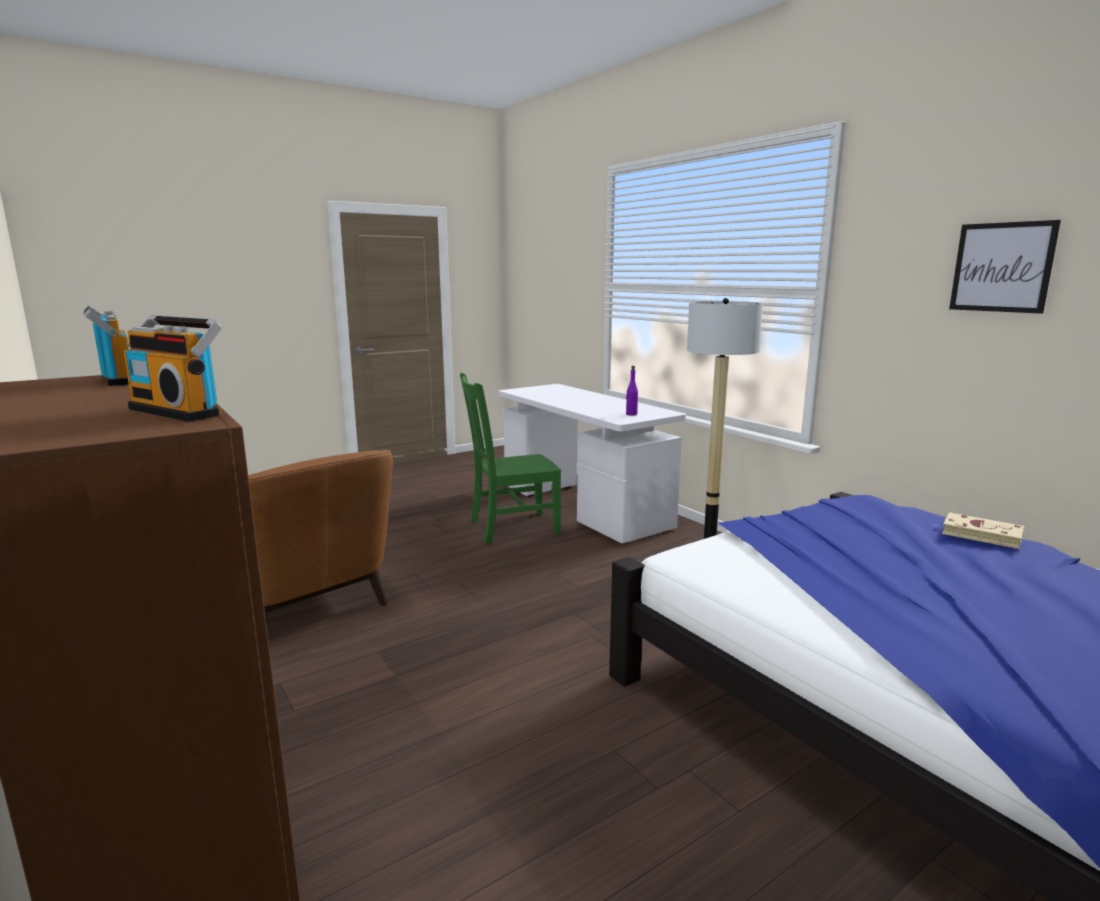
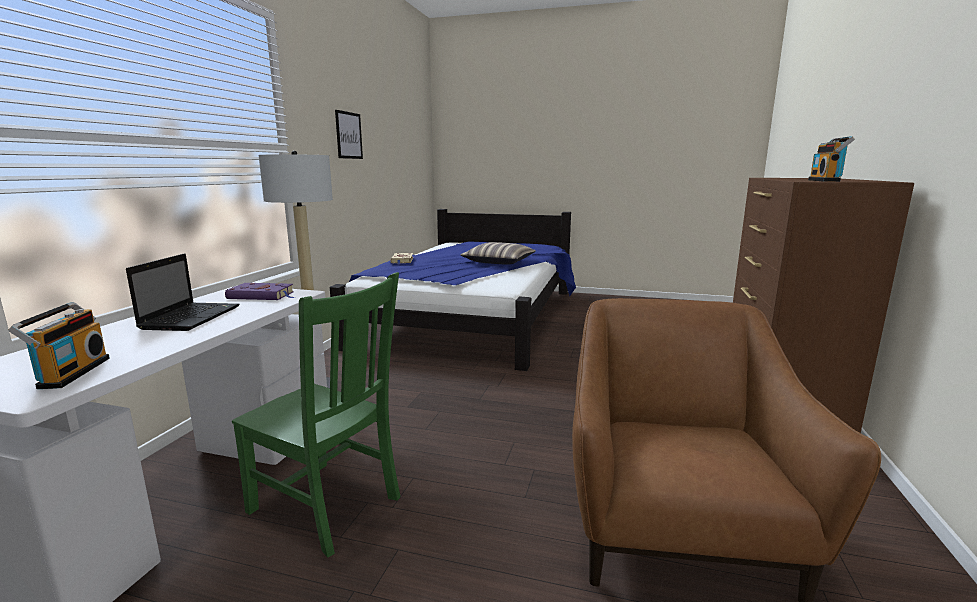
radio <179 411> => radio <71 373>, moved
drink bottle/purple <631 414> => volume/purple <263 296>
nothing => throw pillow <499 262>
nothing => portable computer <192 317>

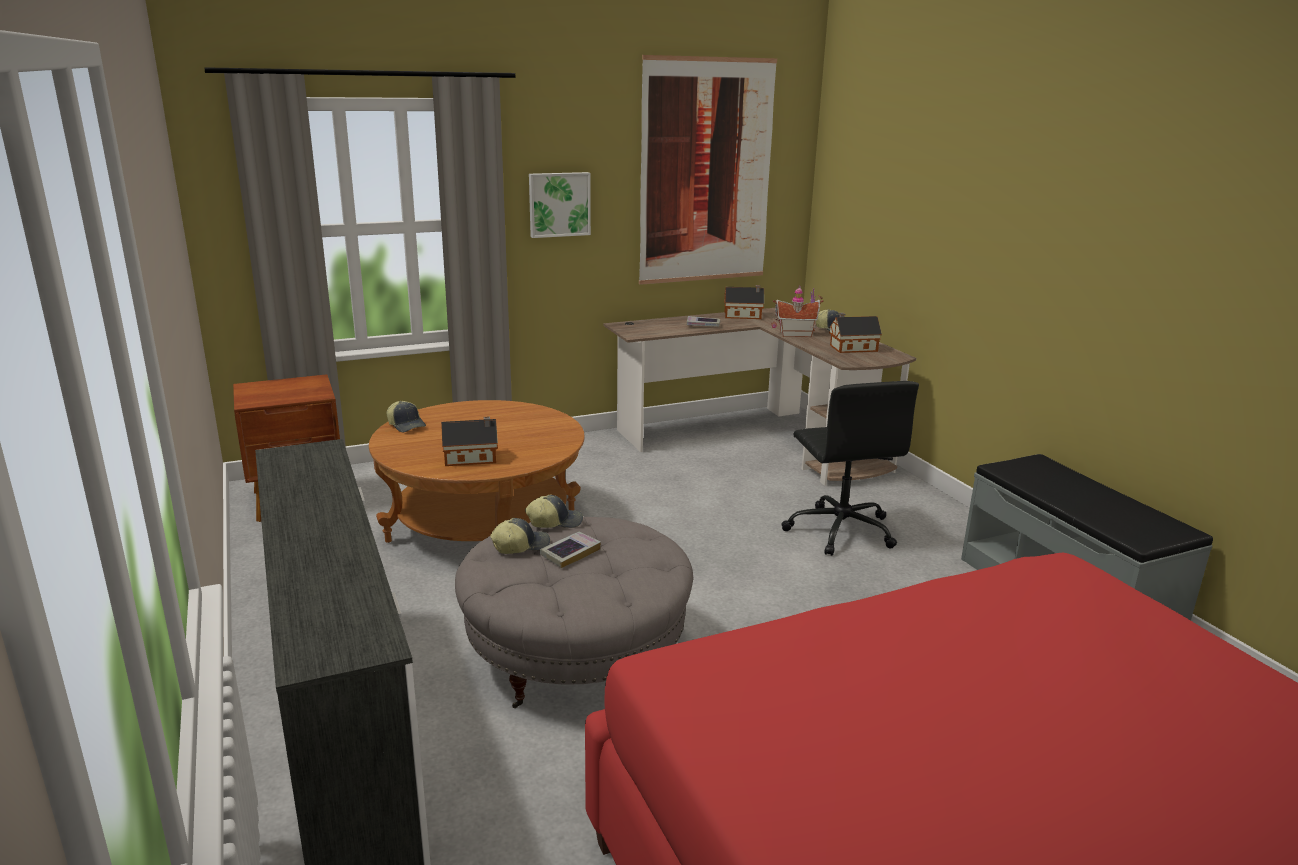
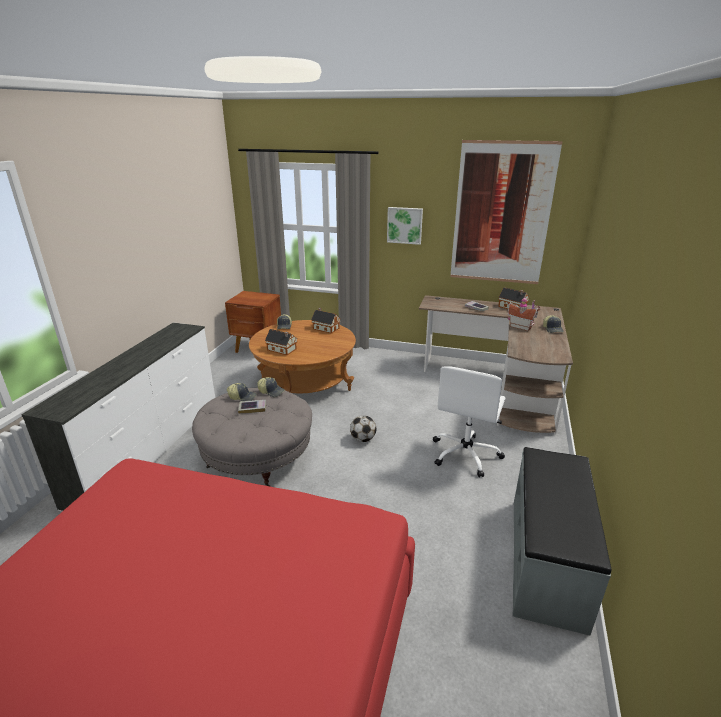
model house <851 348> => model house <325 328>, moved
desk chair/black <840 530> => desk chair/whitish <465 454>
nothing => football <363 439>

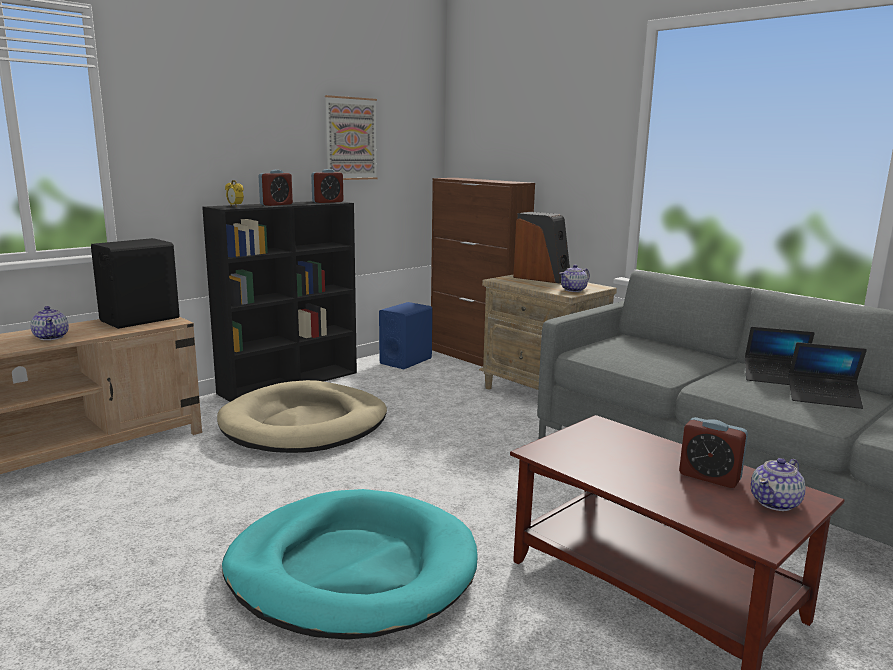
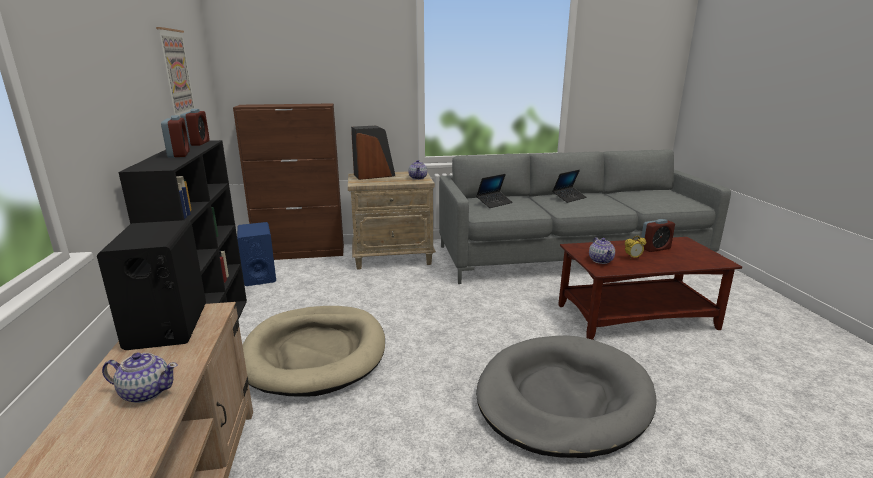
bedside clock <235 206> => bedside clock <633 258>, moved
portable computer <823 398> => portable computer <494 203>, moved
teapot <775 503> => teapot <601 260>, moved
dog cushion/blue-green <352 569> => dog cushion/gray <562 398>

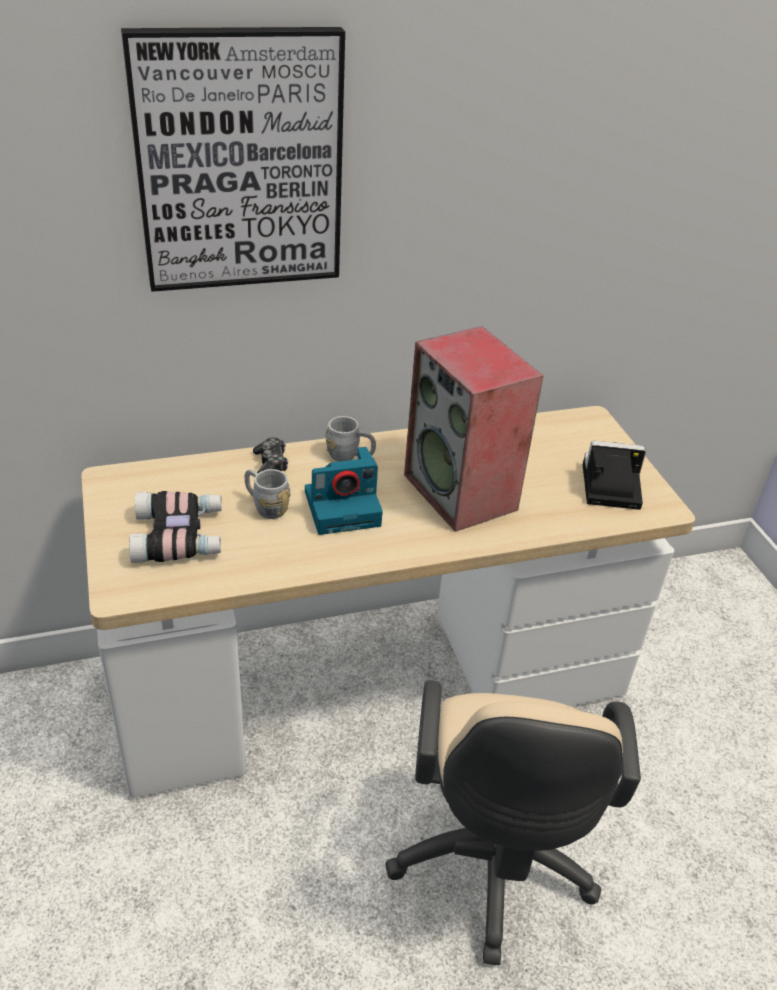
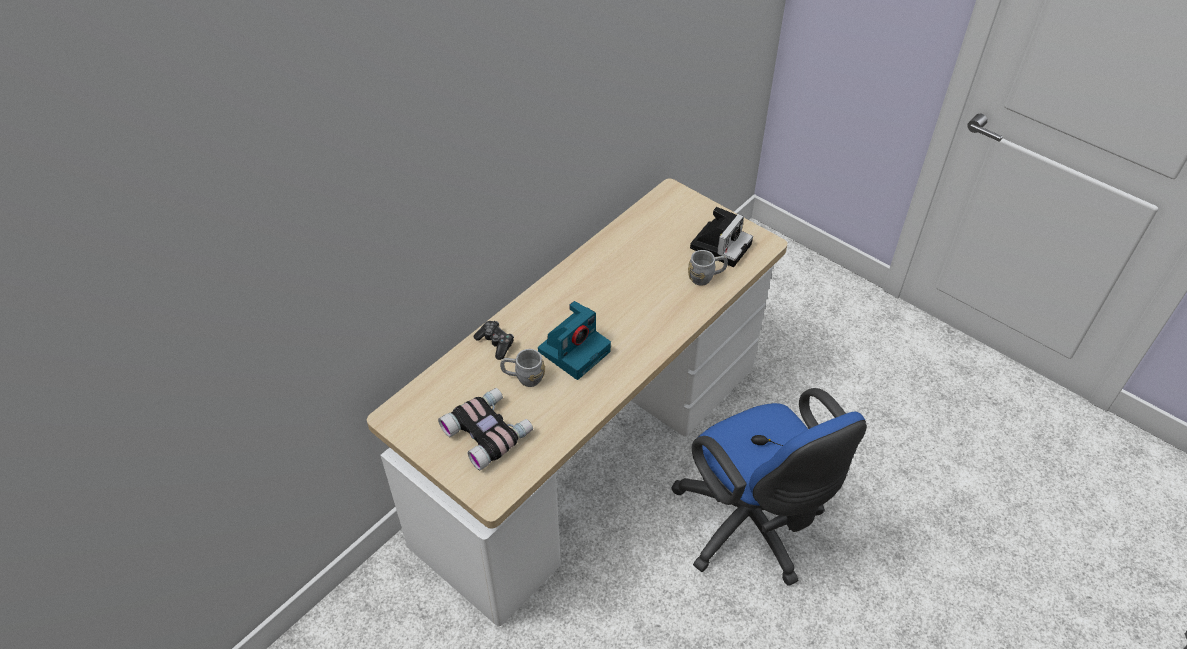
wall art <240 162> => nothing
speaker <462 493> => nothing
coffee mug/gray <350 456> => coffee mug/gray <706 277>, moved
photo camera <607 486> => photo camera <721 244>, 150 degrees clockwise
desk chair/beige <491 867> => desk chair/blue <751 527>

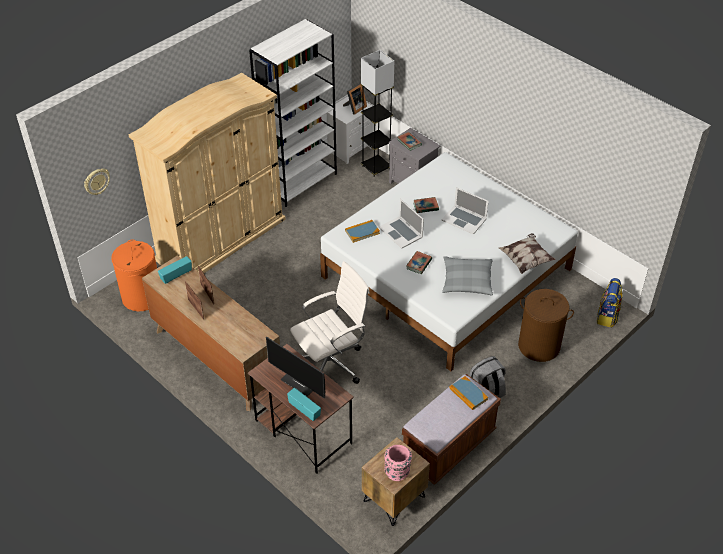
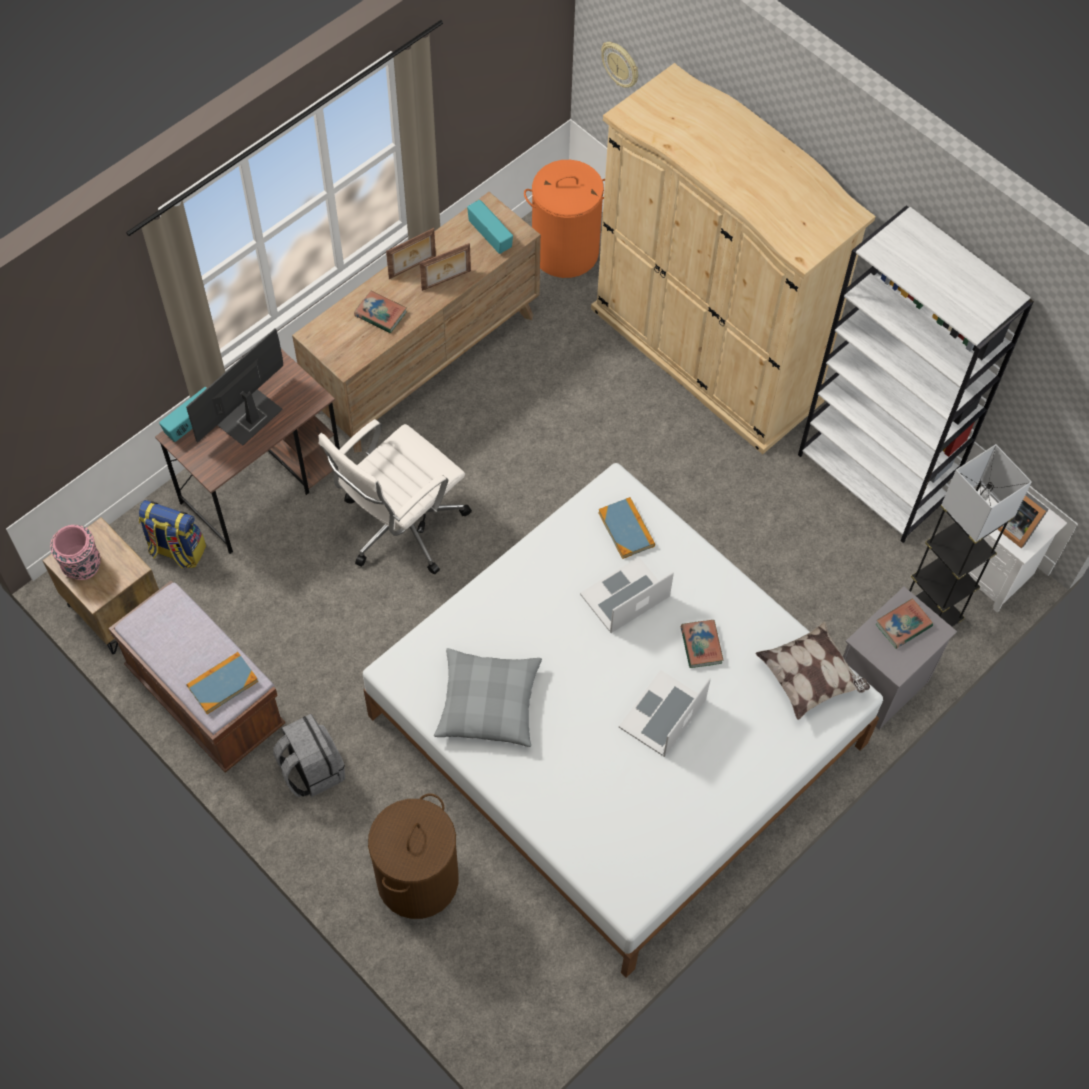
throw pillow <526 260> => throw pillow <810 678>, moved
volume <419 264> => volume <380 314>, moved
desk chair/whitish <331 363> => desk chair/whitish <400 526>, 75 degrees clockwise
backpack <607 316> => backpack <176 550>, moved

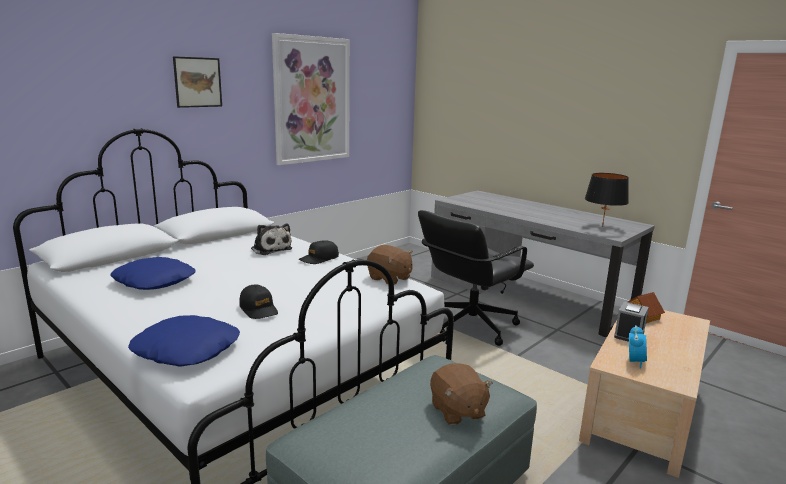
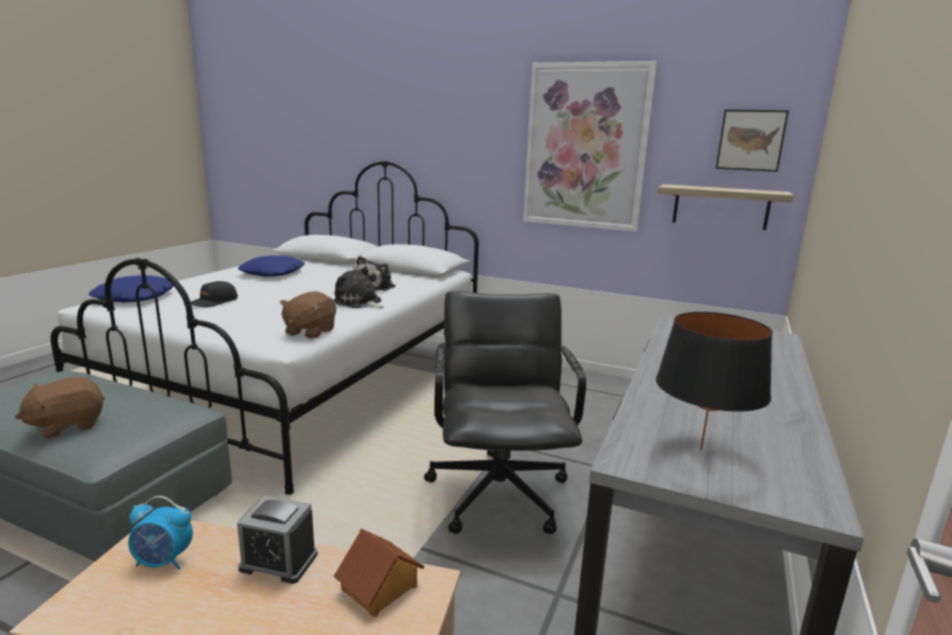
wall art <198 82> => wall art <751 140>, moved
desk chair/black <470 325> => desk chair/black <499 493>, 60 degrees clockwise
cap/black <319 259> => soft toy <359 303>
nothing => bracket shelf <720 207>

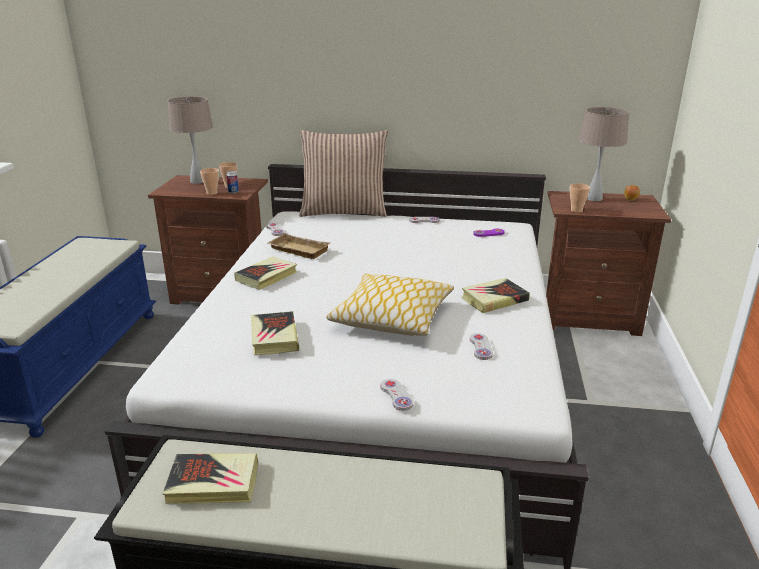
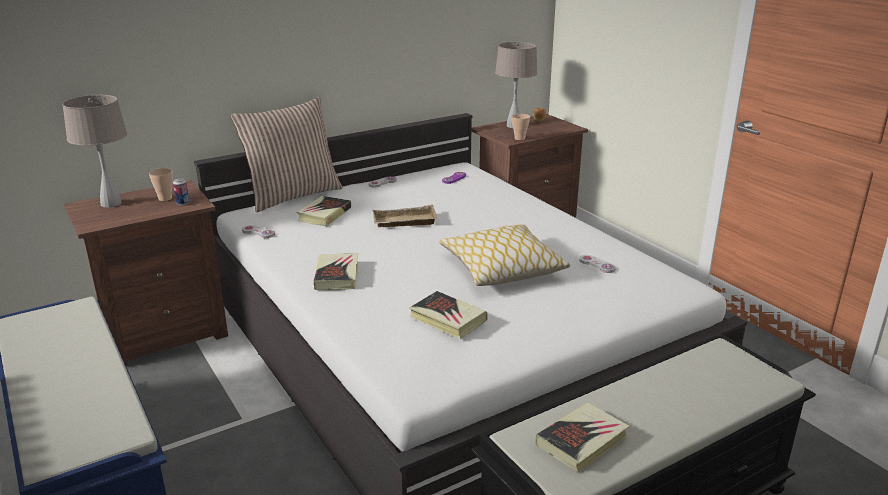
cup <212 193> => nothing
carrying tray/beige <297 250> => carrying tray/beige <403 222>, moved
volume <494 299> => volume <324 214>, moved
gamepad/whitish <396 396> => nothing

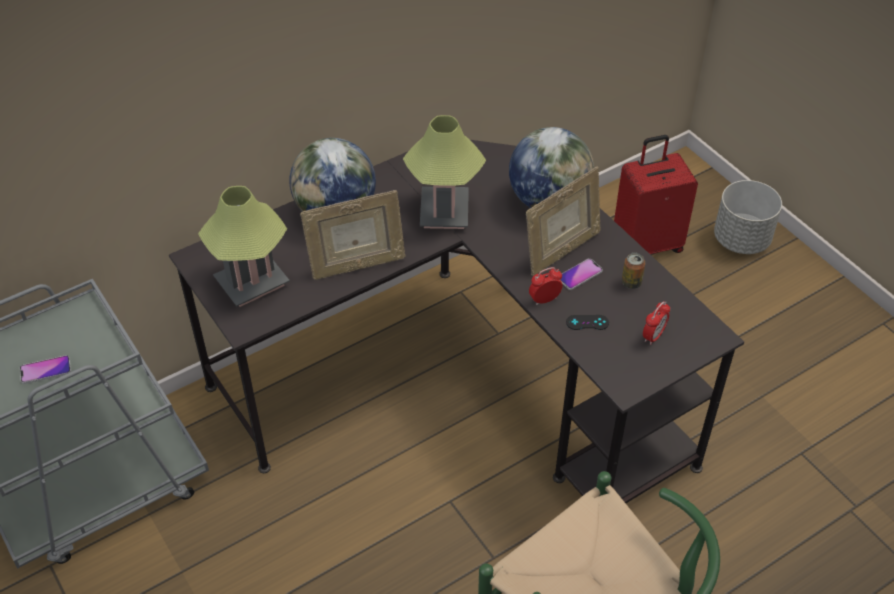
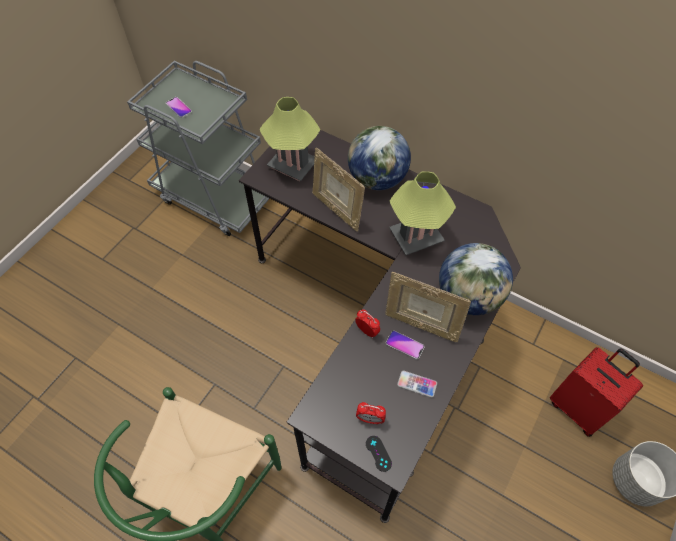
can <631 283> => telephone <417 384>
gamepad/black <587 322> => gamepad/black <378 453>, moved

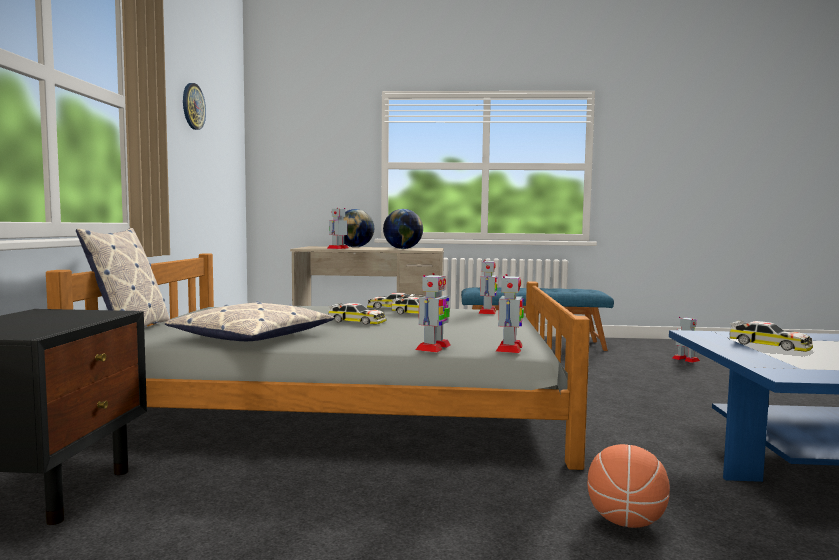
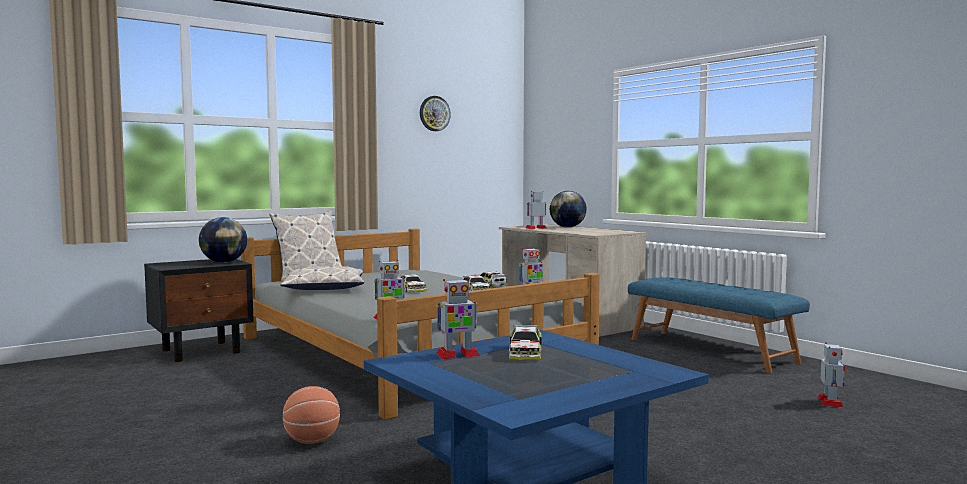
desk globe <402 249> => desk globe <224 262>, moved
robot figure <433 348> => robot figure <457 355>, moved

